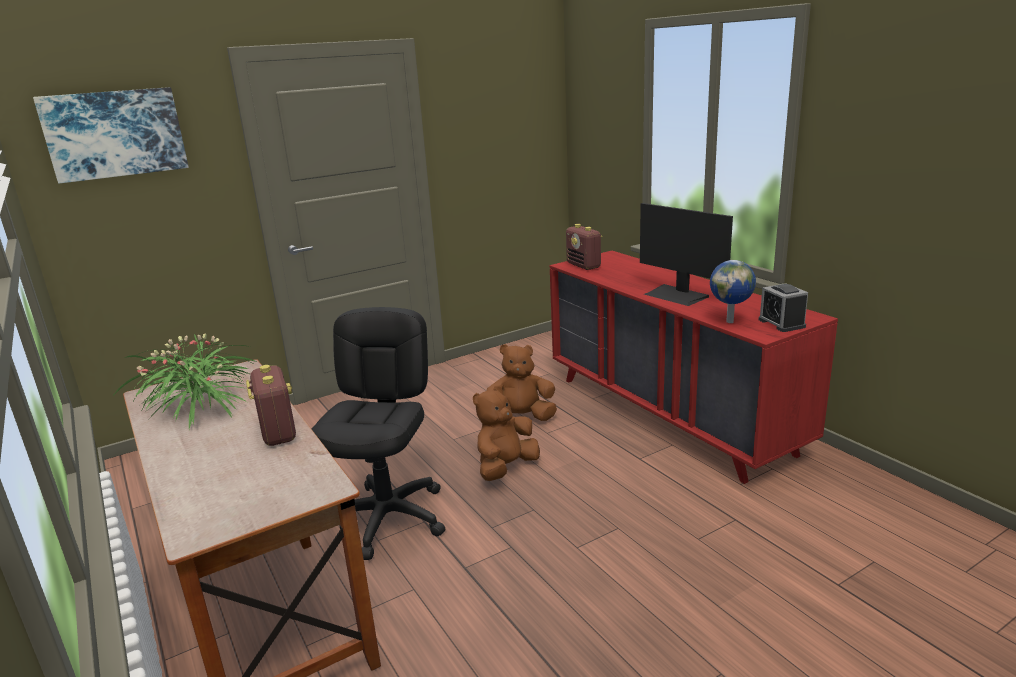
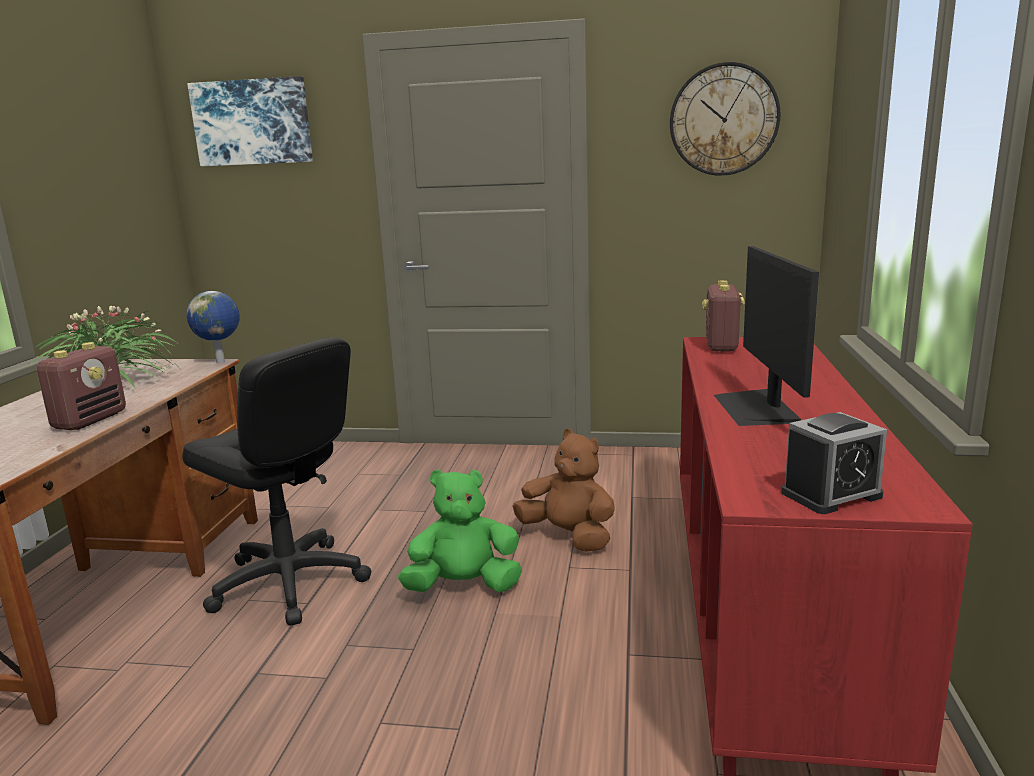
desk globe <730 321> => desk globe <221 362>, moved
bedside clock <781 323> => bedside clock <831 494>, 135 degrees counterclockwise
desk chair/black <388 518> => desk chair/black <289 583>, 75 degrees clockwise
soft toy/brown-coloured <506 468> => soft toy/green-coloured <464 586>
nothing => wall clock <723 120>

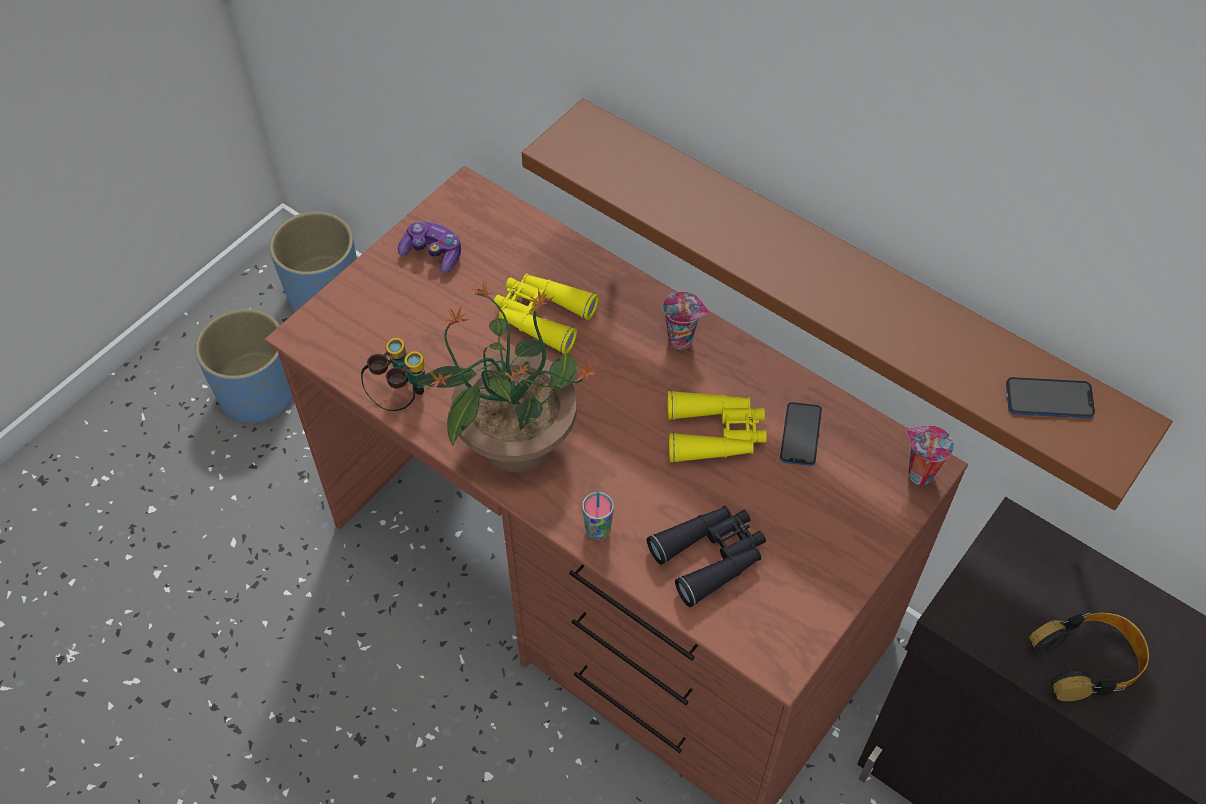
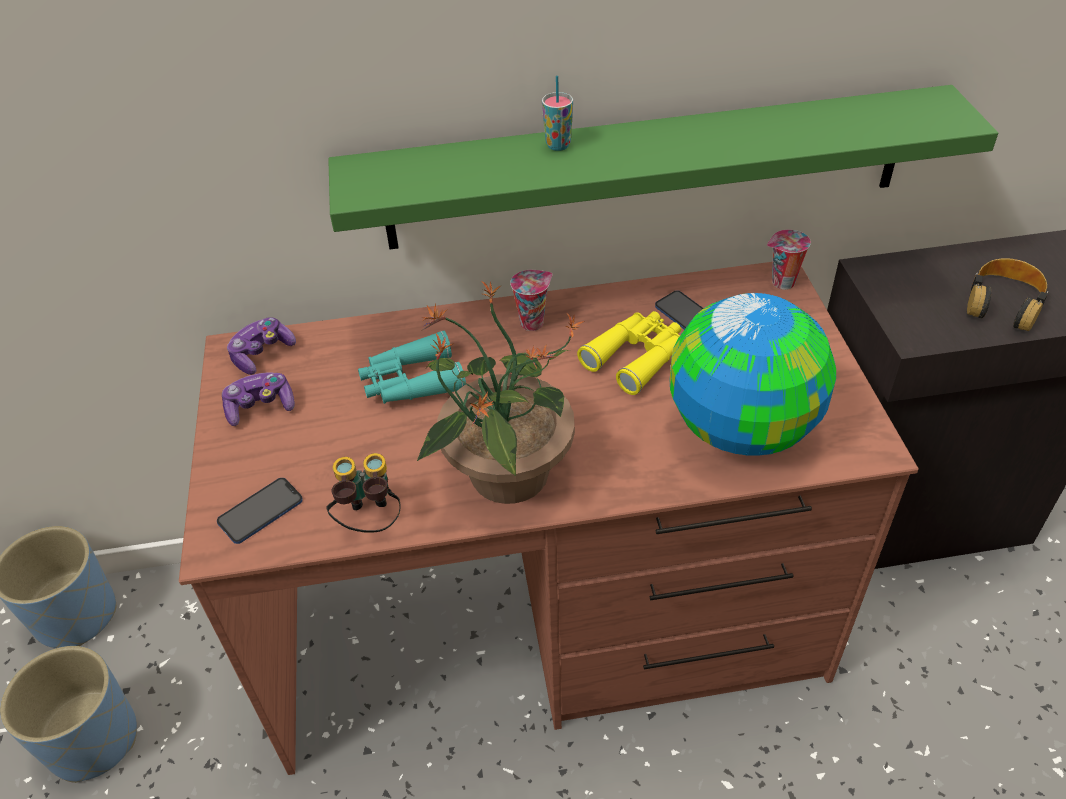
bracket shelf/brown-coloured <843 284> => bracket shelf/green-coloured <646 169>
field glasses/yellow <542 316> => field glasses/blue-green <411 382>
telephone <1049 399> => telephone <261 512>, moved
cup <598 530> => cup <558 145>, moved
field glasses/black <710 556> => desk globe <742 428>
nothing => gamepad <262 354>

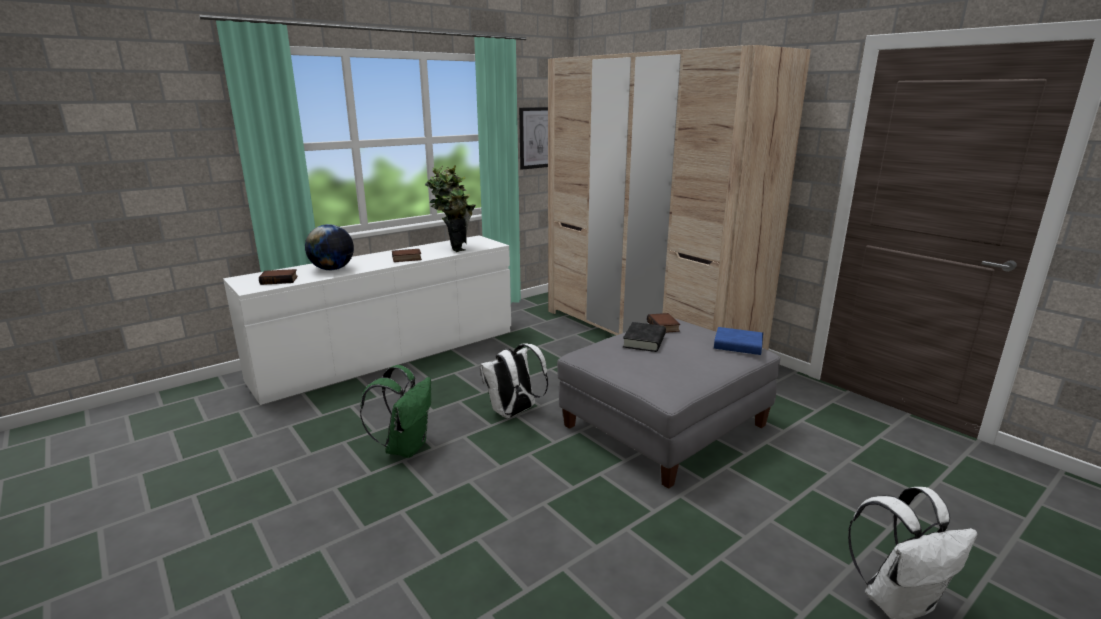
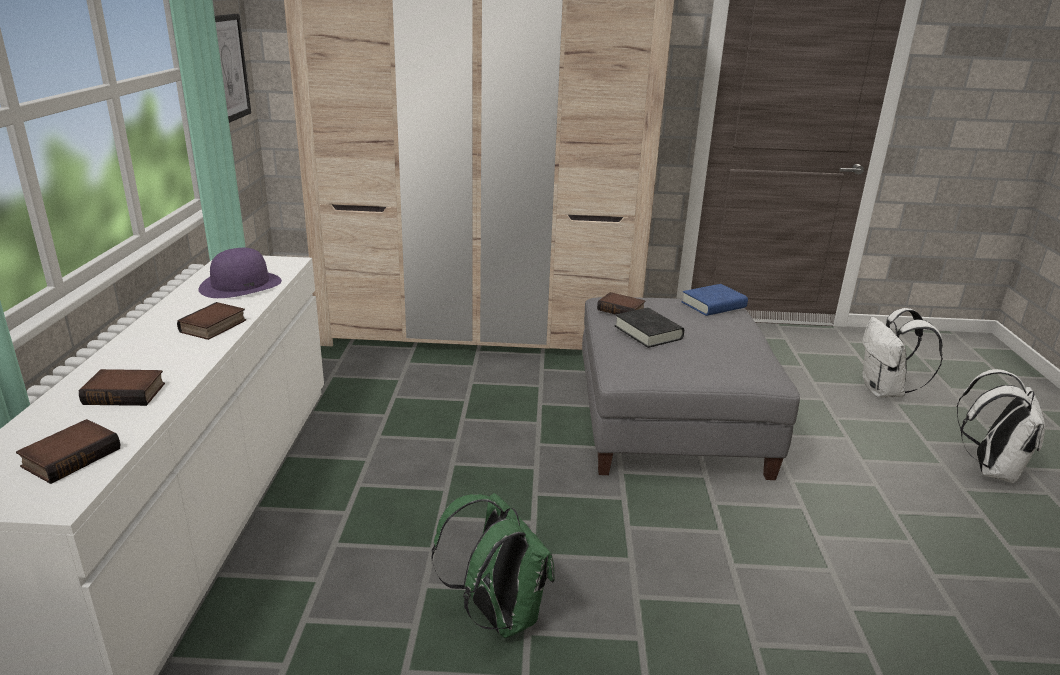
plant in a pot <454 248> => hat/purple <241 284>
desk globe <332 269> => volume <126 393>
backpack/whitish <514 413> => backpack/whitish <885 391>, moved

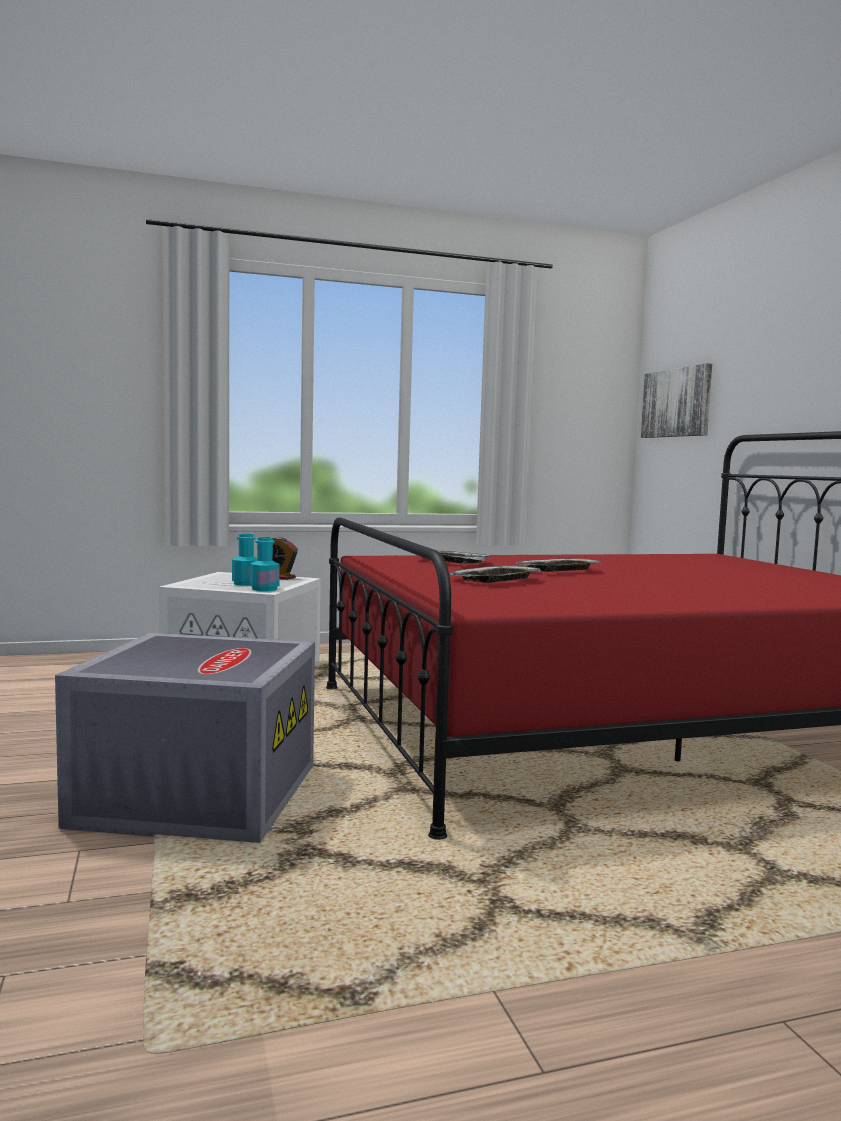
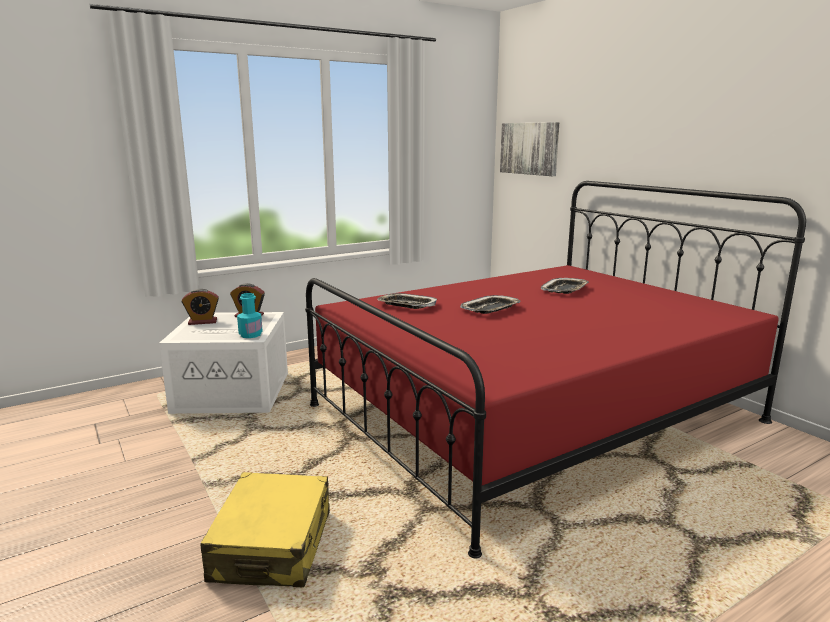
drink bottle/blue-green <246 584> => nothing
carrying tray <496 580> => carrying tray <565 290>, moved
storage bin/gray <196 793> => suitcase/yellow <273 546>
nothing => bedside clock <202 322>

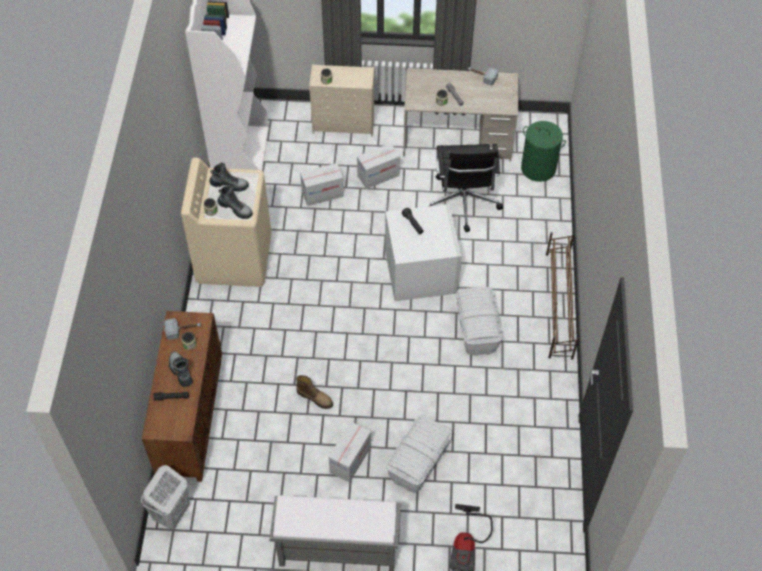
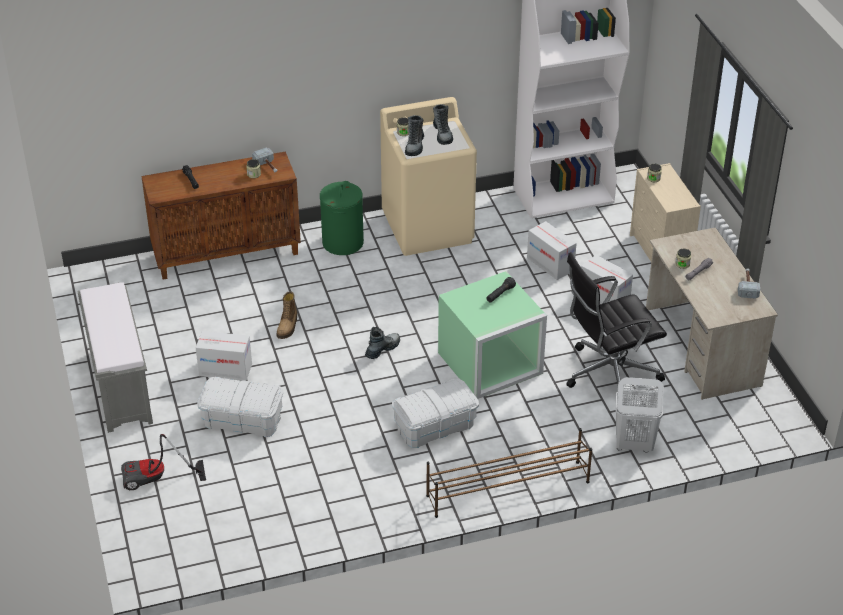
washing basket/green-coloured <538 168> => washing basket/green-coloured <343 243>, moved
storage bin/whitish <422 272> => storage bin/green-coloured <489 364>
boot <180 371> => boot <382 349>, moved
washing basket/whitish <171 514> => washing basket/whitish <633 444>, moved

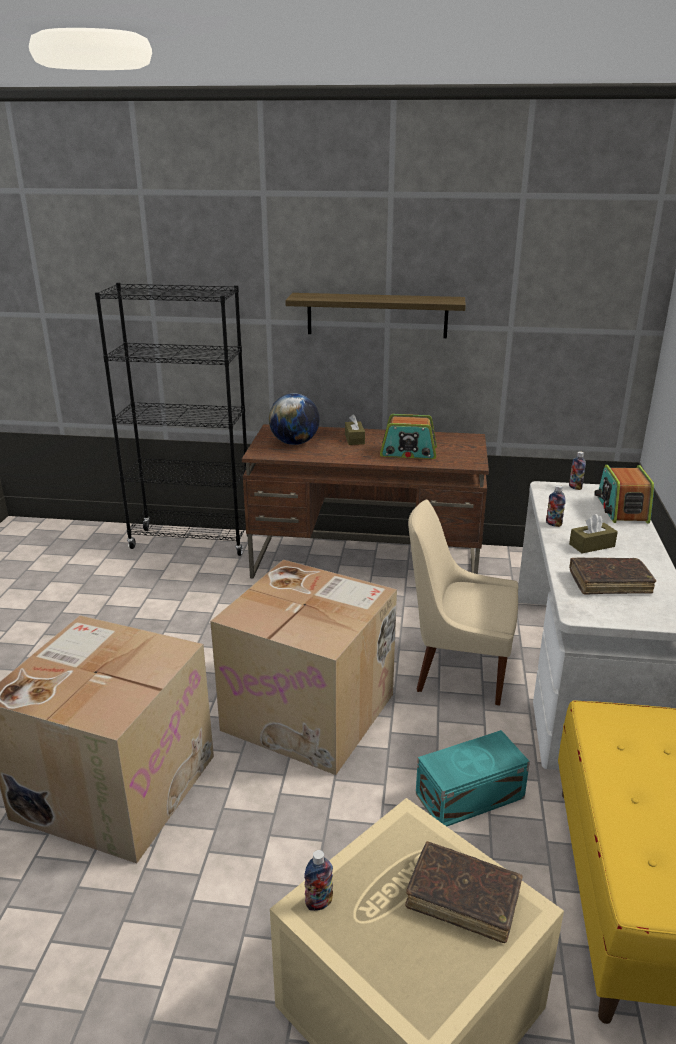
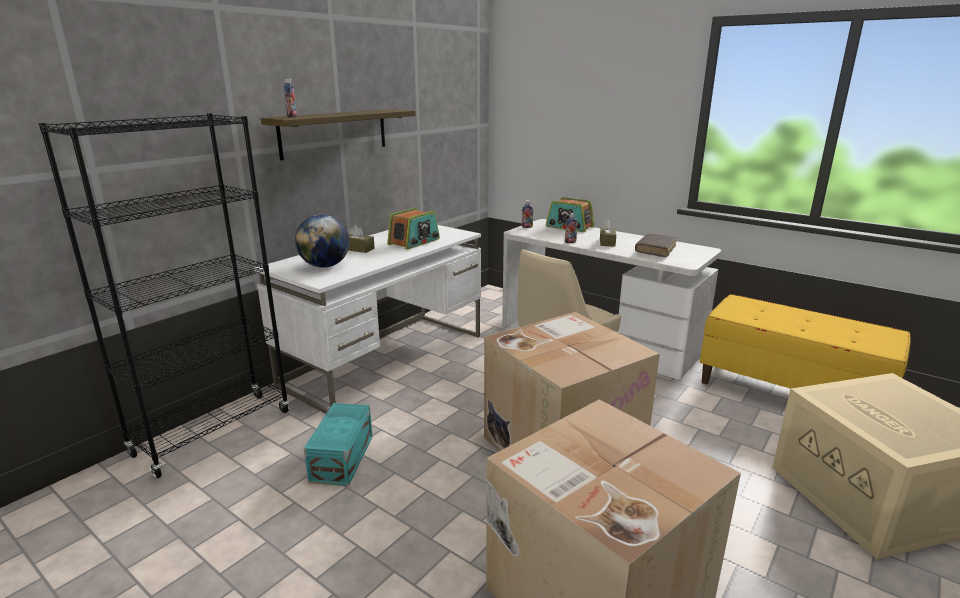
desk/brown-coloured <367 562> => desk/whitish <386 359>
storage bin/blue-green <472 796> => storage bin/blue-green <343 457>, moved
volume/brown-coloured <463 898> => nothing
drink bottle <319 903> => drink bottle <292 116>, moved

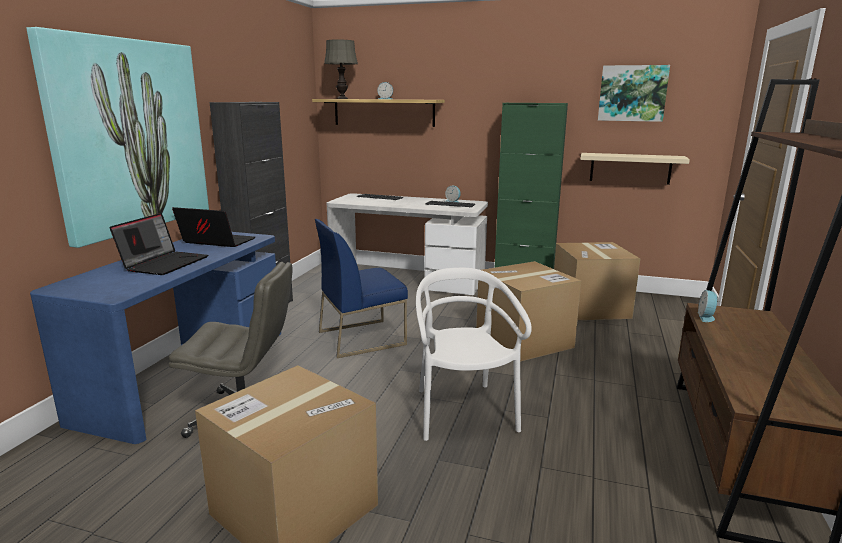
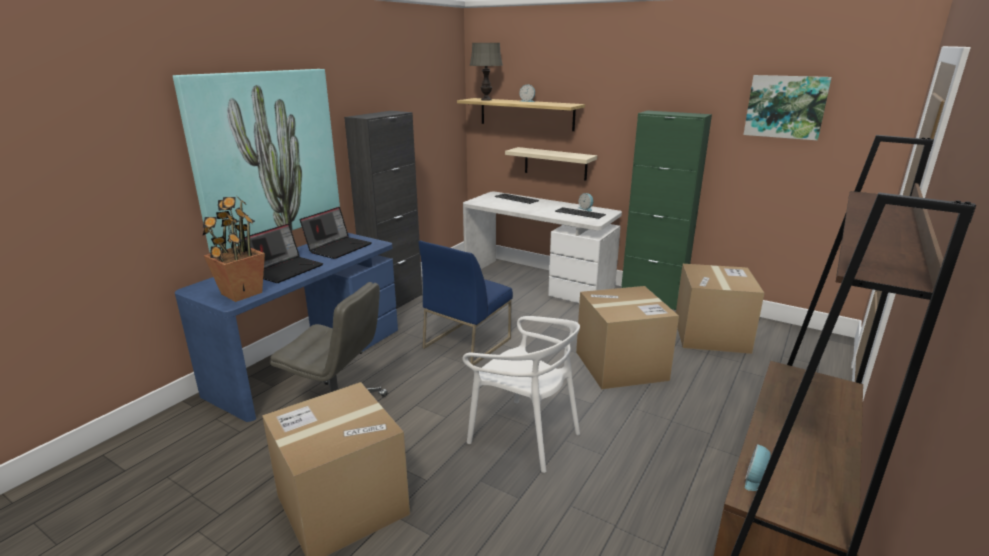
bracket shelf/beige <630 168> => bracket shelf/beige <555 163>, moved
portable computer <216 242> => portable computer <338 247>, 90 degrees clockwise
upright chair/blue <362 338> => upright chair/blue <467 342>, 45 degrees counterclockwise
upright chair/whitish <463 412> => upright chair/whitish <524 435>, 120 degrees clockwise
bedside clock <706 317> => bedside clock <756 480>, moved
nothing => plant in a pot <241 293>

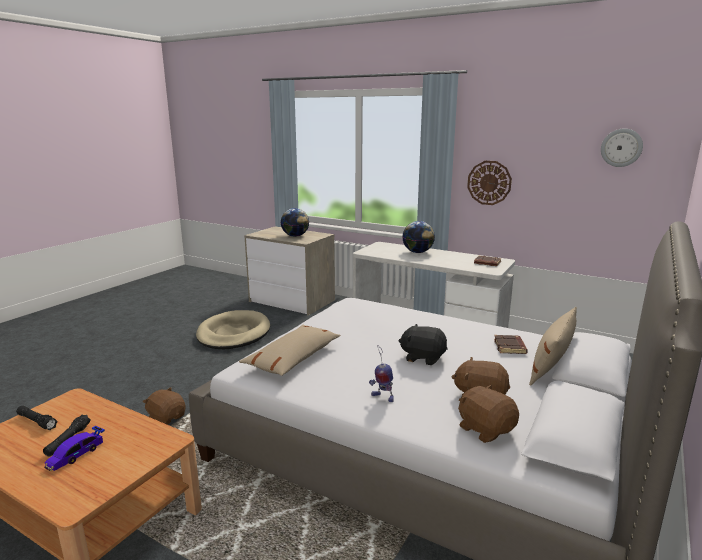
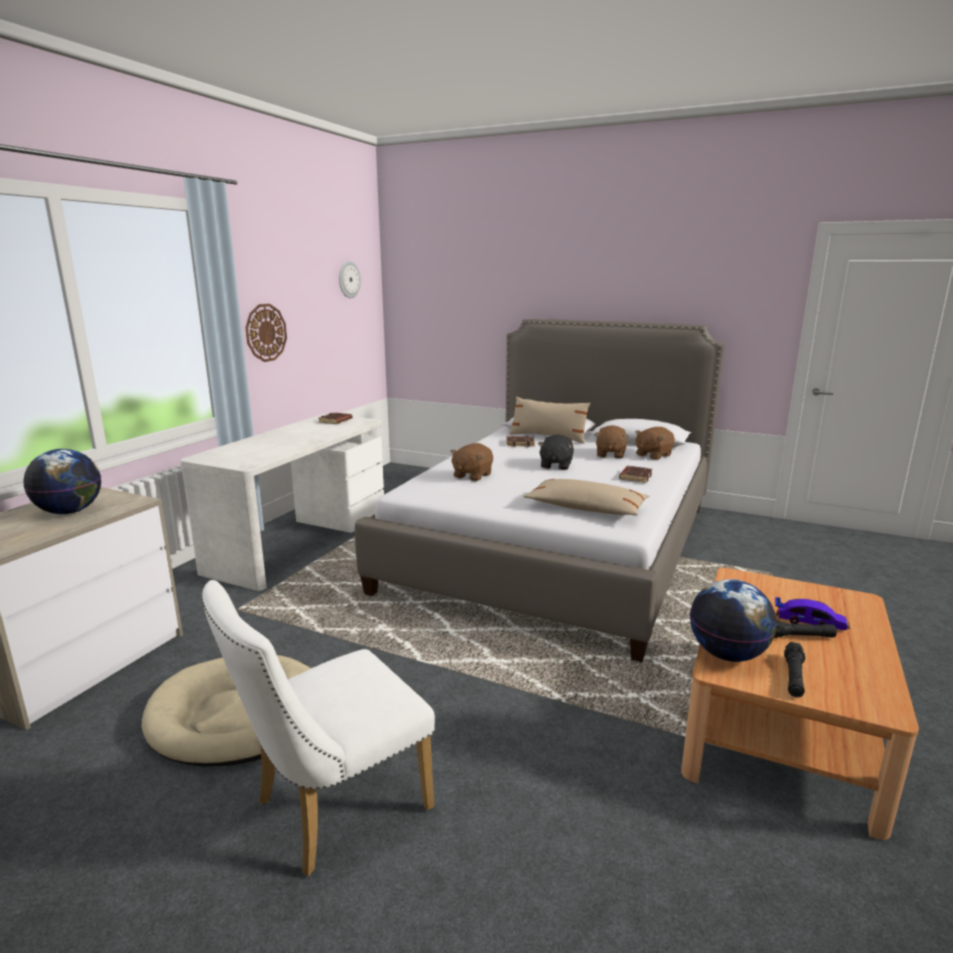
desk globe <417 252> => desk globe <727 654>, moved
robot figure <382 397> => volume/brown-coloured <635 477>
soft toy/brown-coloured <167 418> => soft toy/brown-coloured <472 475>, moved
nothing => upright chair/whitish <331 808>

